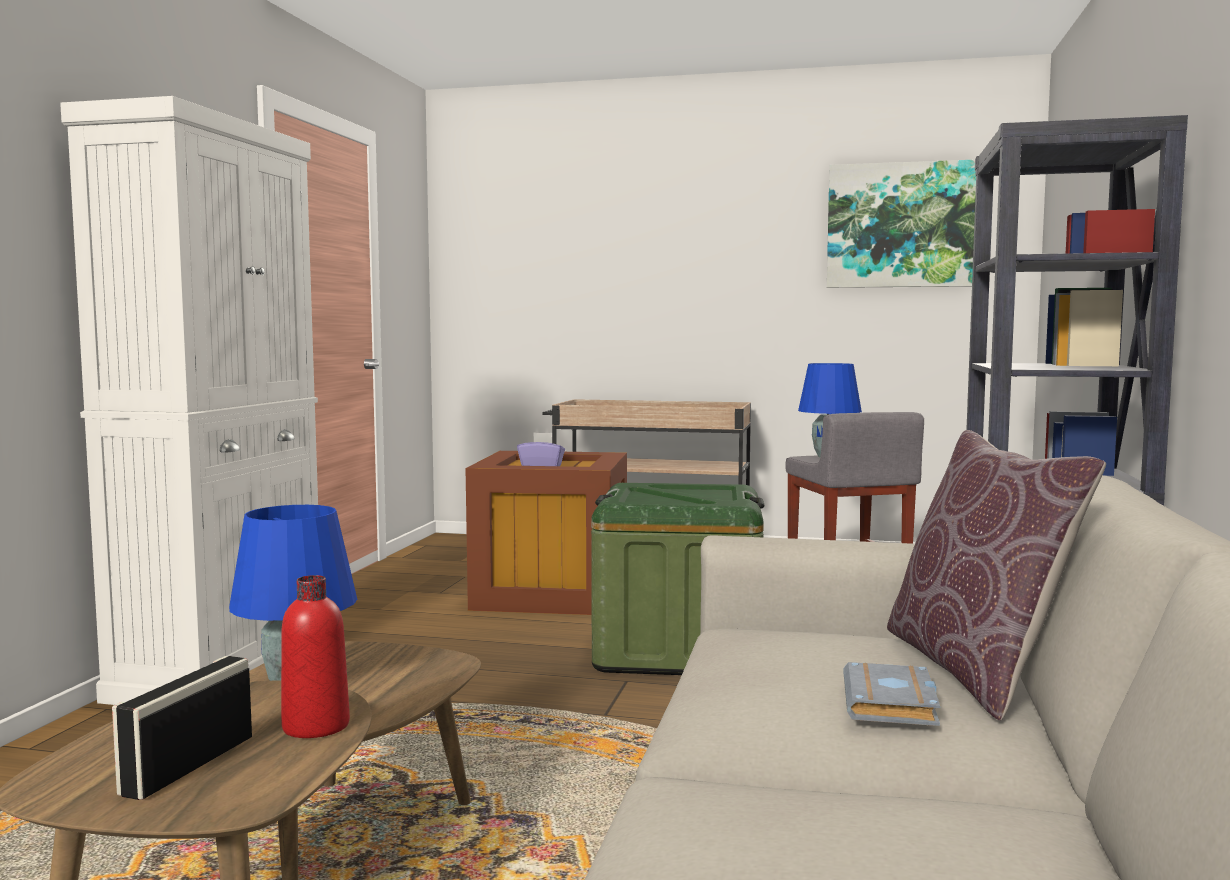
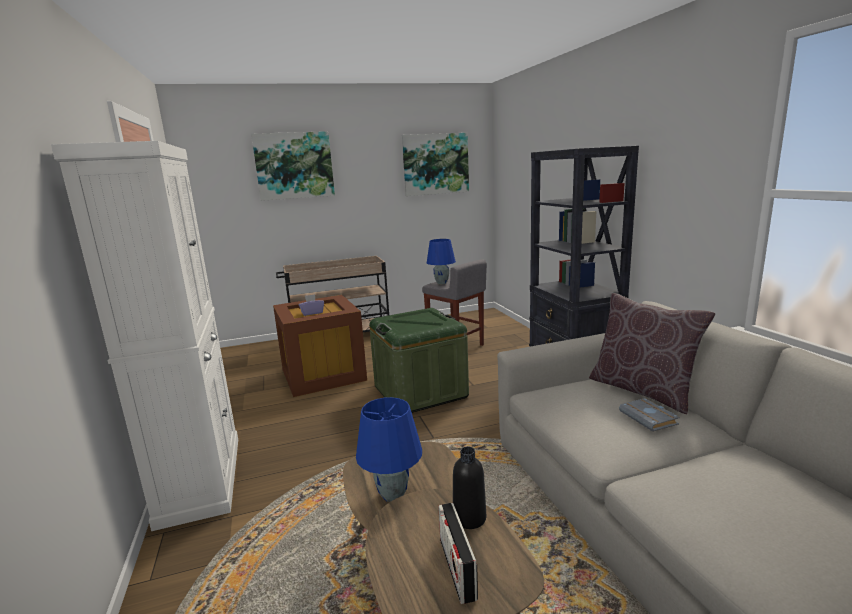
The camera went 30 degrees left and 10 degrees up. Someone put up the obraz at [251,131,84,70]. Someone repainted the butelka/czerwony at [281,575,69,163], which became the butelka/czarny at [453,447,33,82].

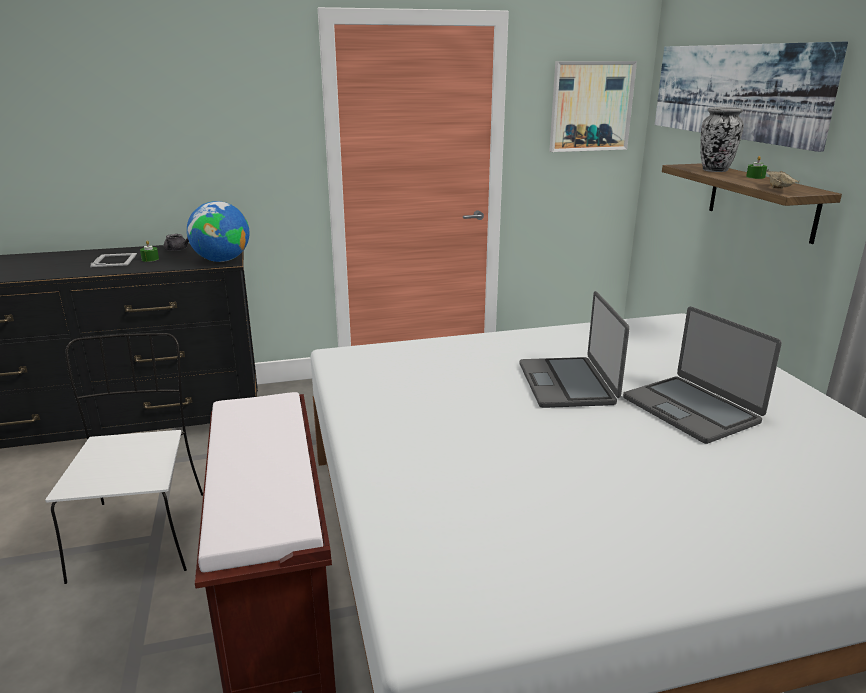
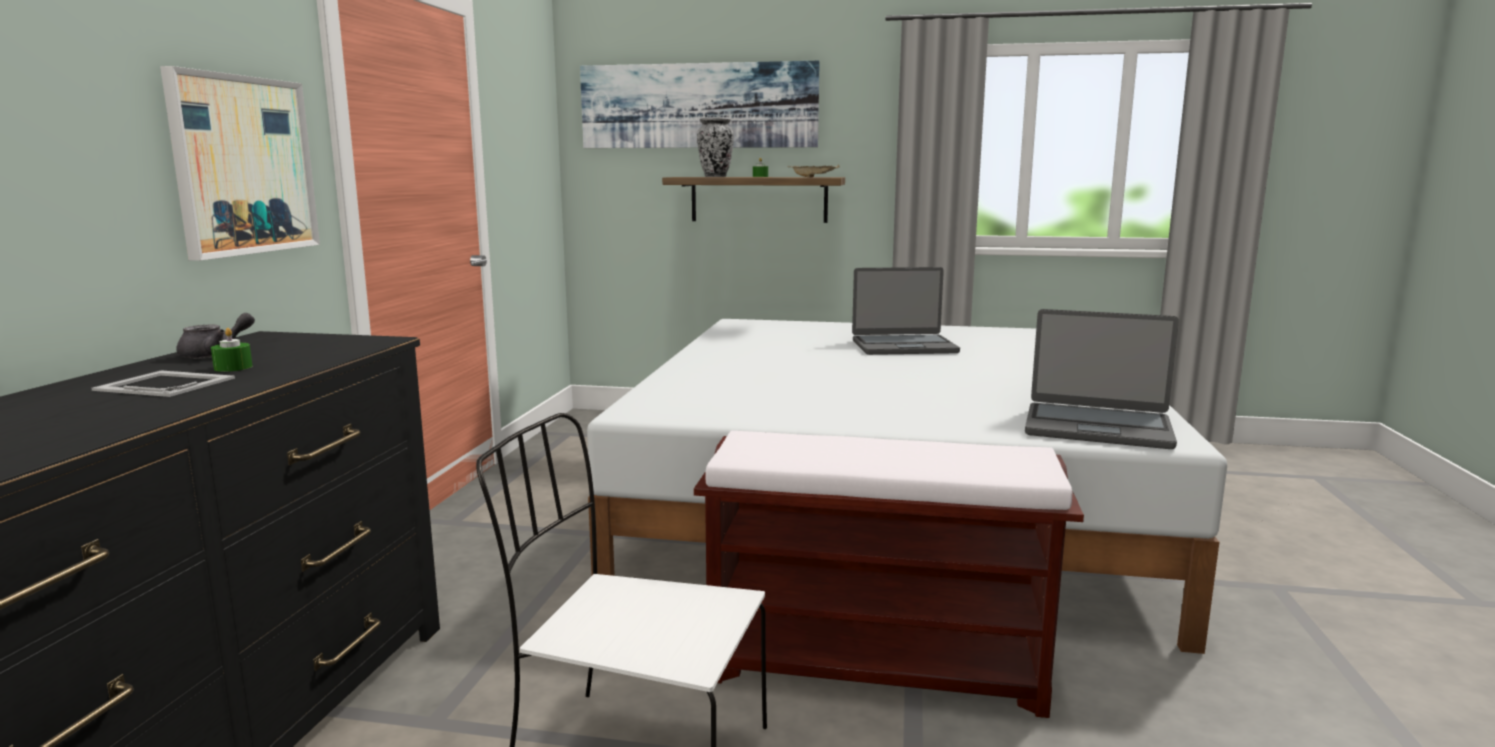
The camera went 65 degrees left and 10 degrees down. Someone took away the globus at [187,201,62,61]. Someone carried the laptop from [519,291,111,117] to [1025,309,154,140]. Someone carried the obraz from [549,61,88,91] to [160,66,160,195].

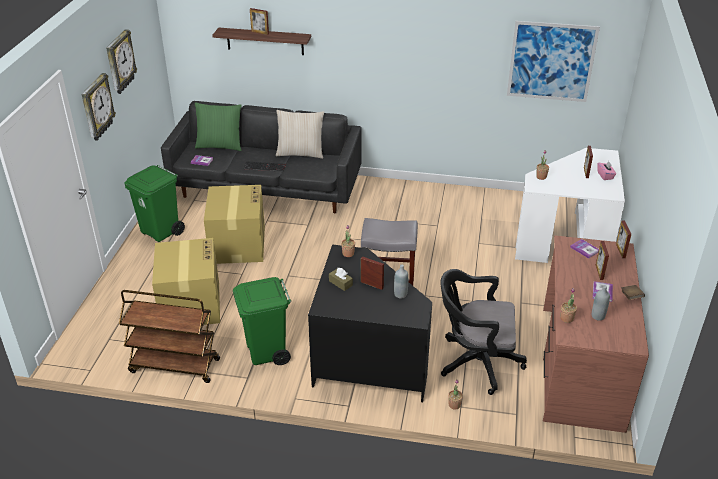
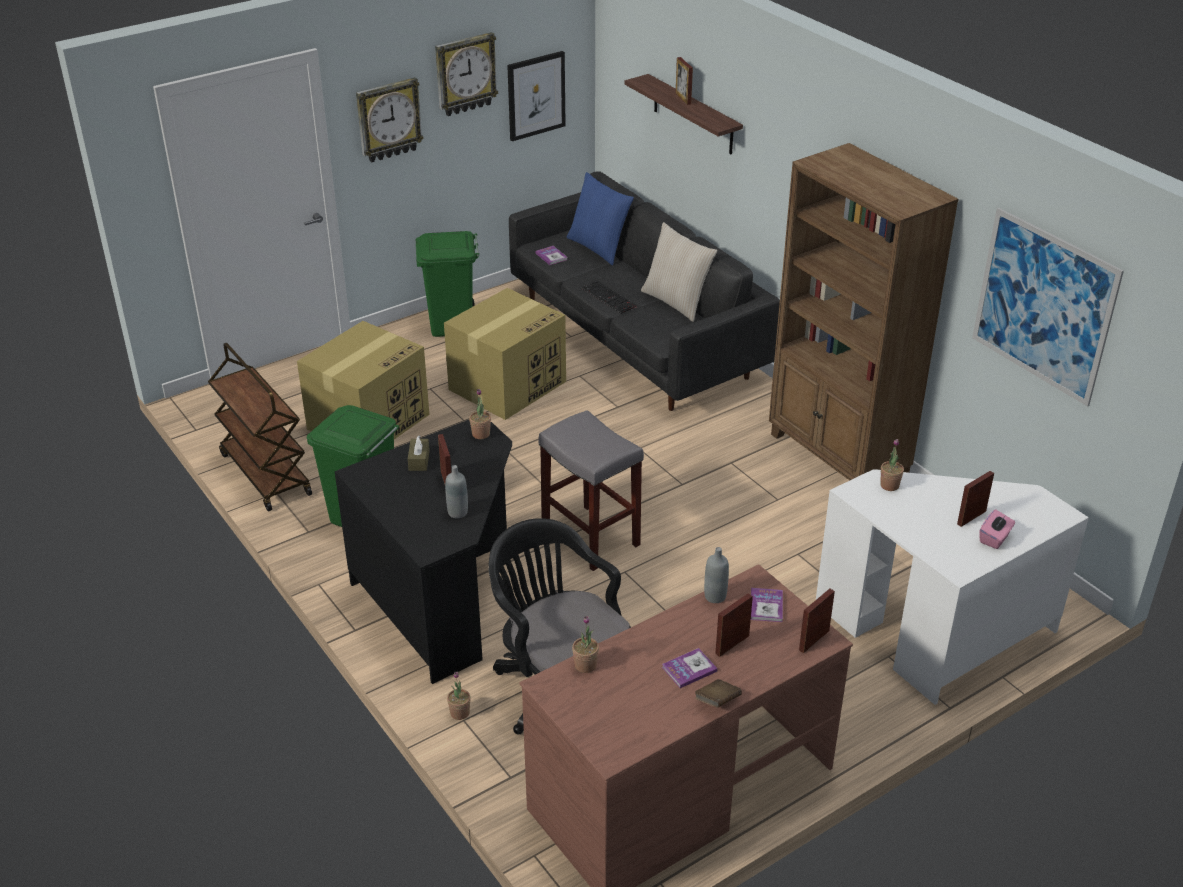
The camera went 45 degrees right and 0 degrees up. Someone put up the obraz at [507,51,59,90]. Someone put down the regał/brązowy at [769,143,190,338]. Someone carried the butelka/szary from [592,285,18,36] to [704,547,25,56]. Someone repainted the poduszka/zielony at [195,103,47,48], which became the poduszka/niebieski at [567,172,67,93].

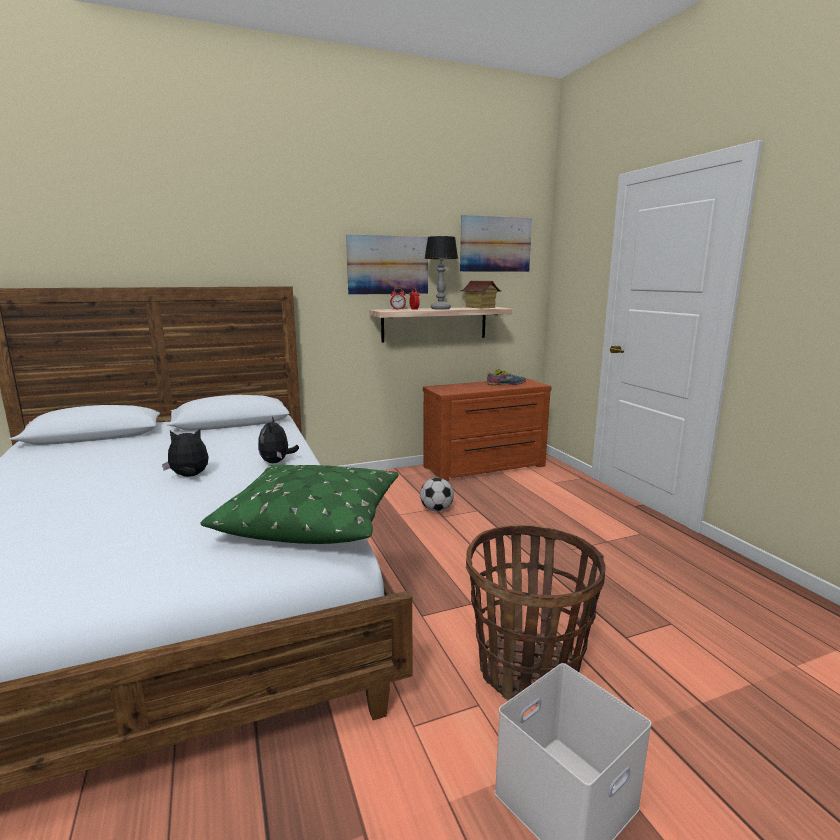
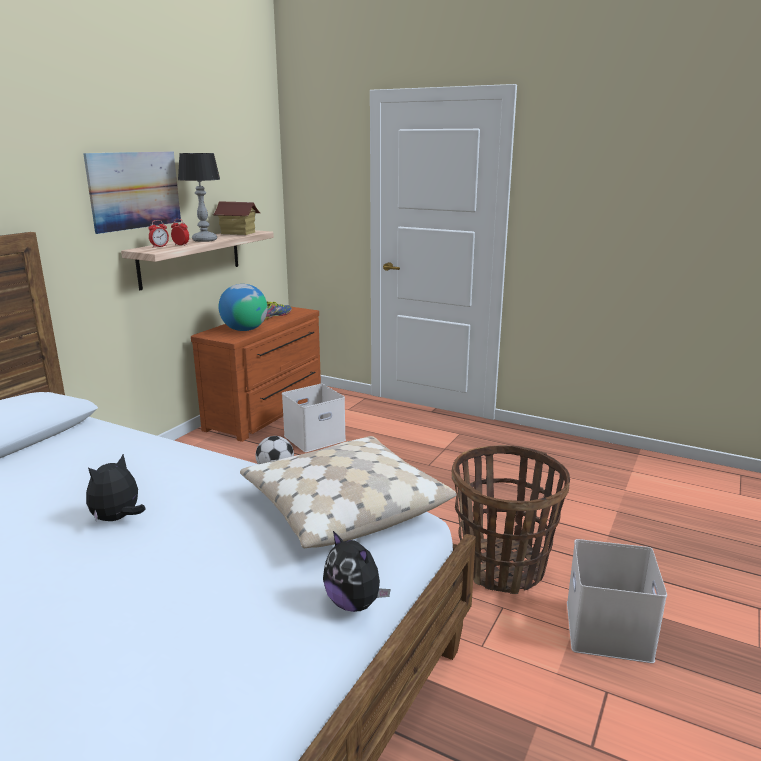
The camera went 40 degrees left and 5 degrees up. Someone took away the obraz at [460,215,72,57]. Someone put down the globus at [218,284,49,47]. Someone put down the pojemnik do przechowywania/biały at [282,384,64,68]. Someone carried the pluszak from [258,416,41,47] to [323,531,68,81]. Someone repainted the poduszka/zielony at [200,465,199,79], which became the poduszka/beżowy at [240,436,217,112].

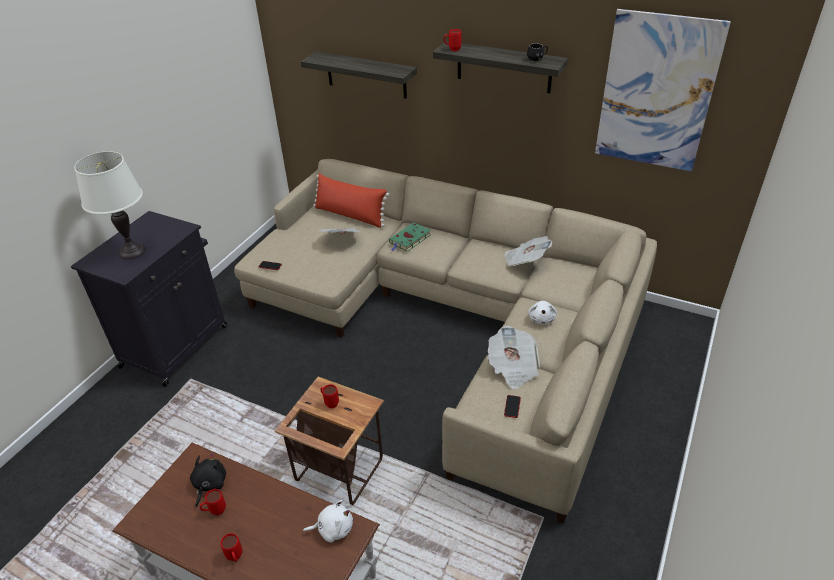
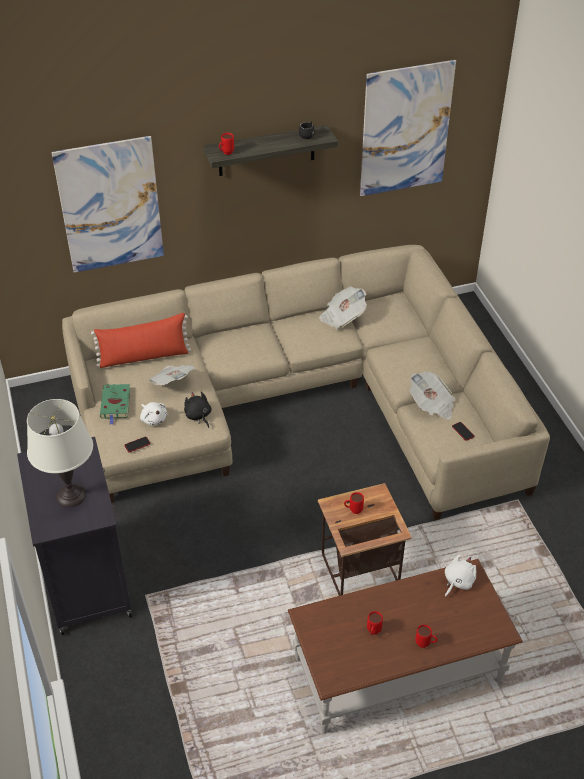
The camera went 45 degrees left and 5 degrees up. Someone carried the pluszak/czarny from [190,453,36,54] to [184,392,28,36]. Someone carried the książka/zielony from [389,223,42,29] to [100,384,30,41]. Someone carried the pluszak/biały from [528,301,29,23] to [140,402,27,24]. Someone swapped the półka at [301,52,116,47] for the obraz at [51,136,113,137].

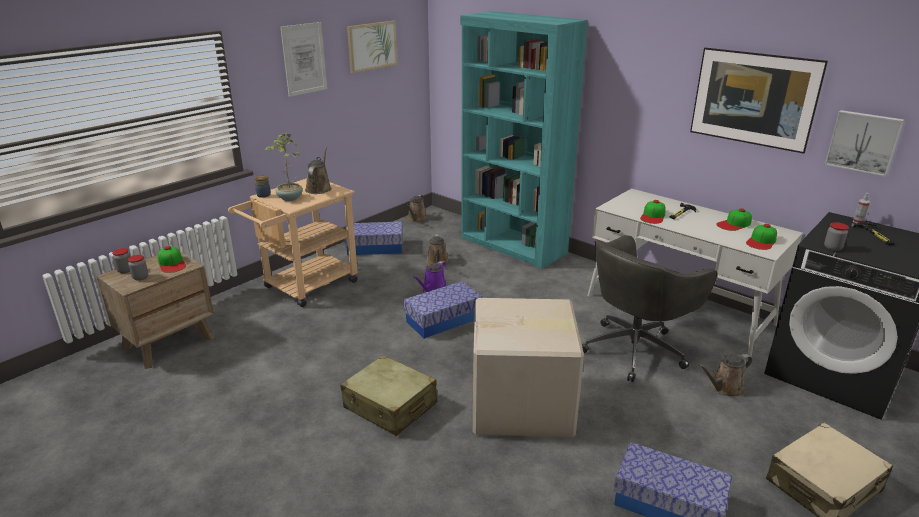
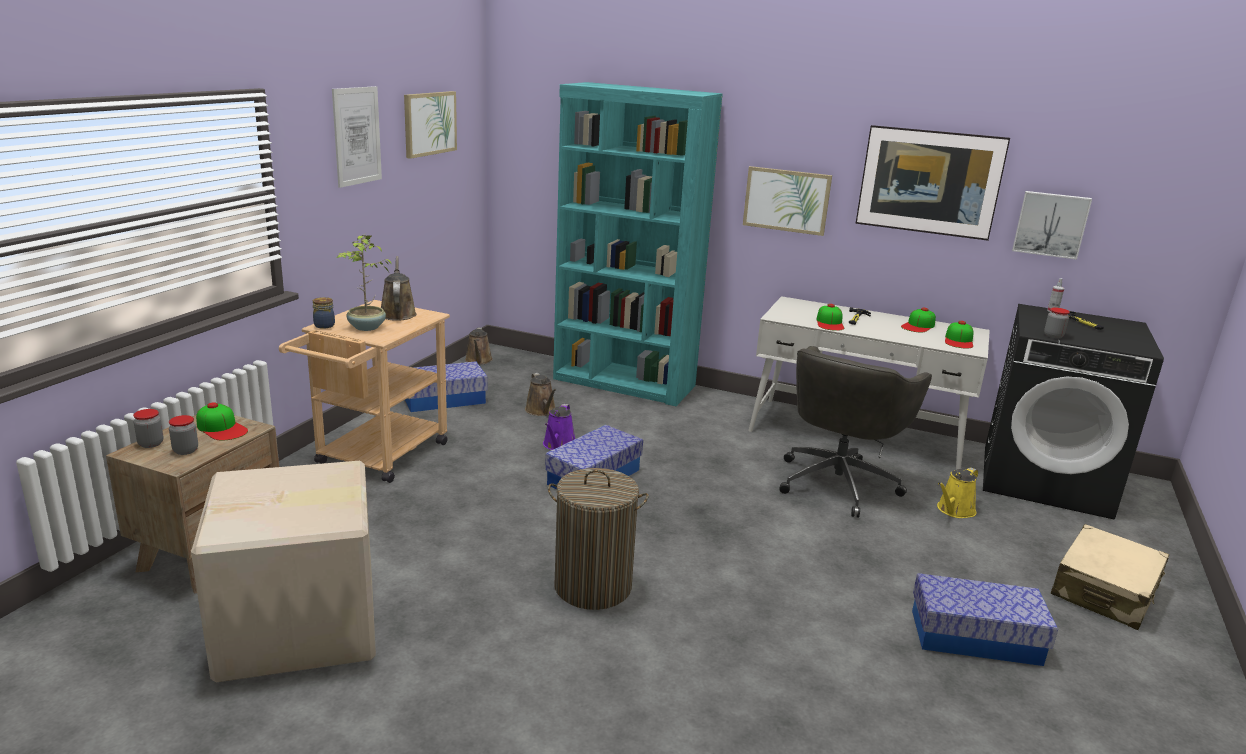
The camera went 20 degrees left and 5 degrees down. Someone put up the obraz at [743,166,89,70]. Someone carried the karton from [473,298,111,139] to [191,461,185,221]. Someone swapped the walizka/beżowy at [340,355,97,81] for the kosz na pranie at [548,468,101,142]. Someone repainted the konewka/brązowy at [698,354,54,43], which became the konewka/żółty at [937,467,41,51].

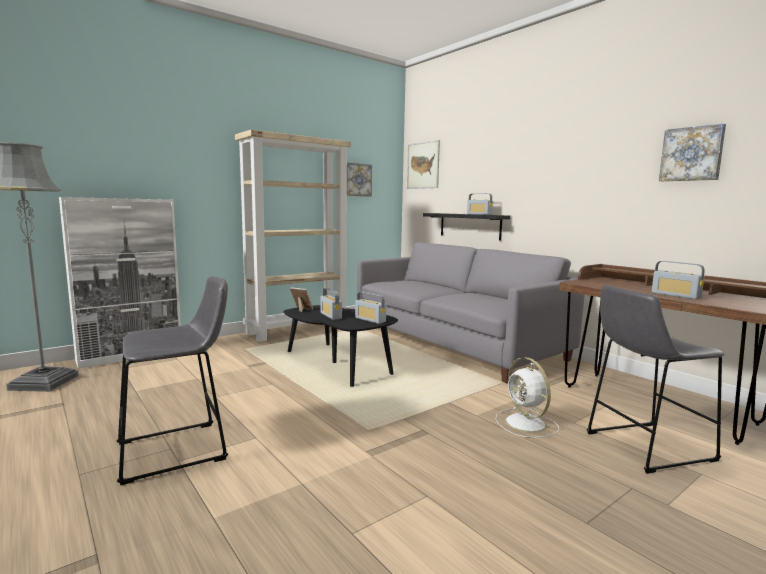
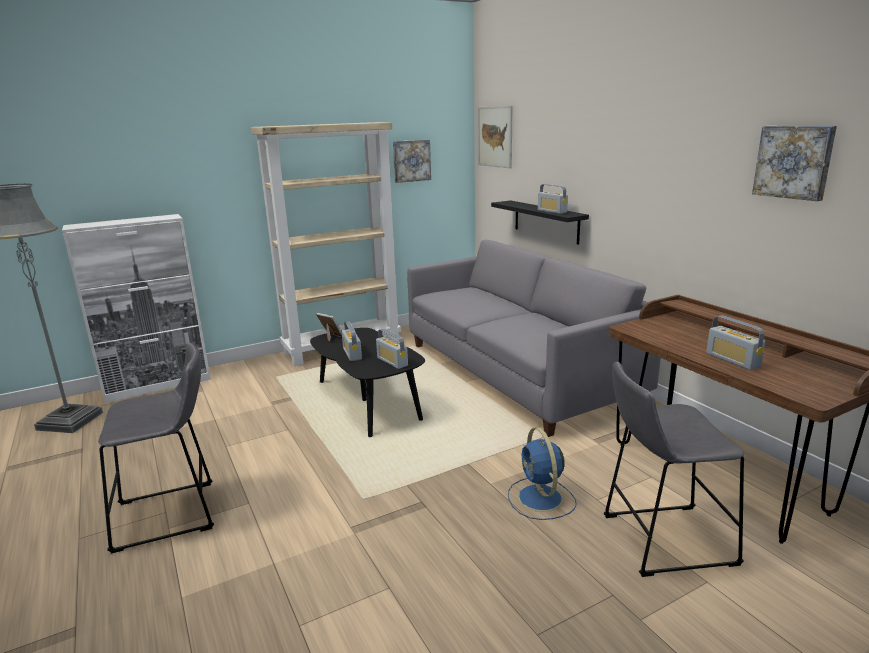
The camera went 10 degrees right and 10 degrees up. Someone repainted the wentylator/biały at [495,357,64,81], which became the wentylator/niebieski at [508,427,69,93].

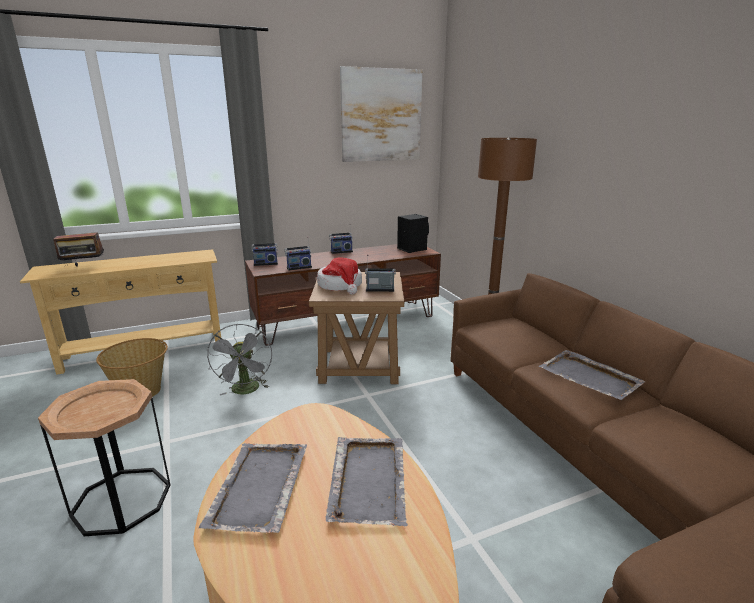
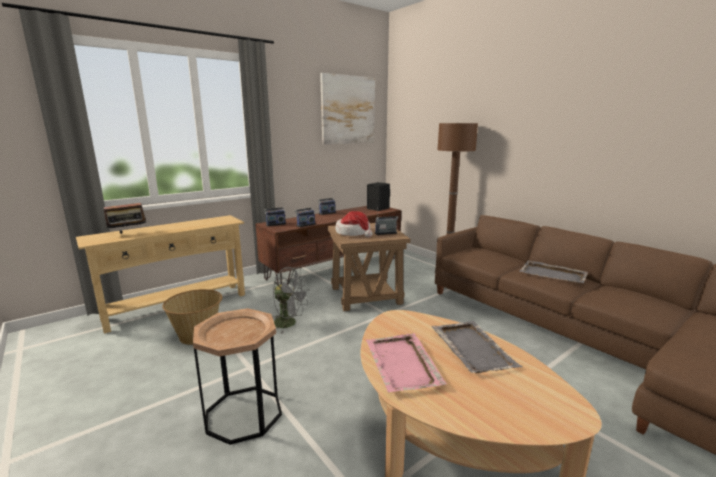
The camera went 15 degrees left and 5 degrees down. Someone repainted the taca/szary at [199,443,108,90], which became the taca/różowy at [366,333,81,59]. Someone rotated the wentylator/szary at [207,324,65,72] by 45 degrees counterclockwise.

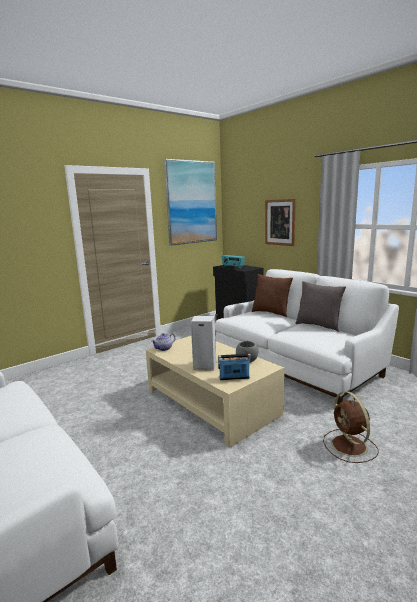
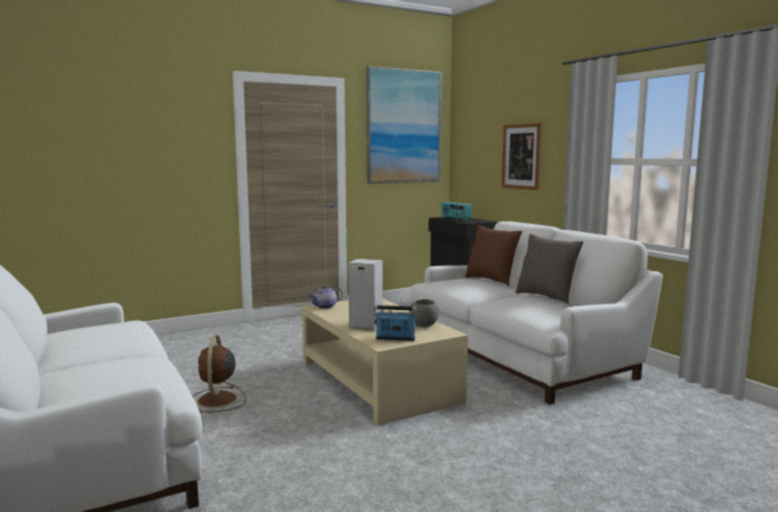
The camera went 10 degrees right and 5 degrees down. Someone carried the wentylator/brązowy from [323,391,56,72] to [192,335,54,77].

